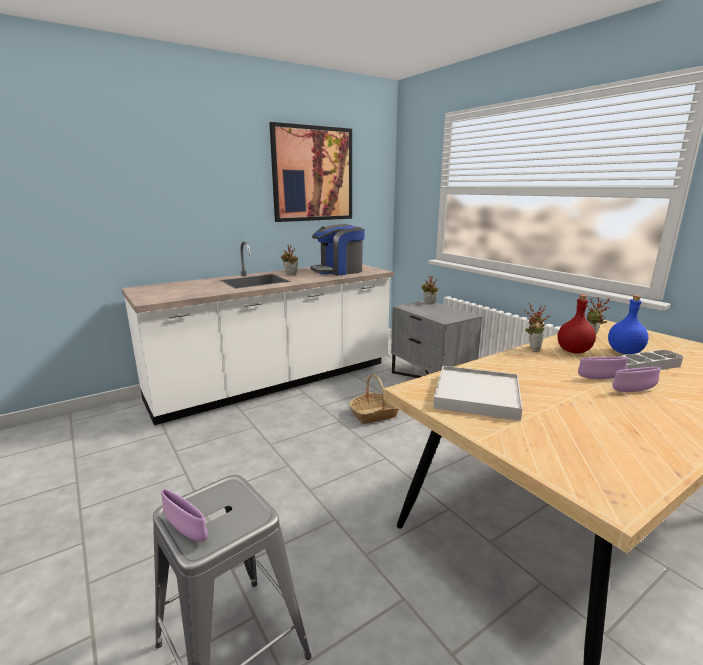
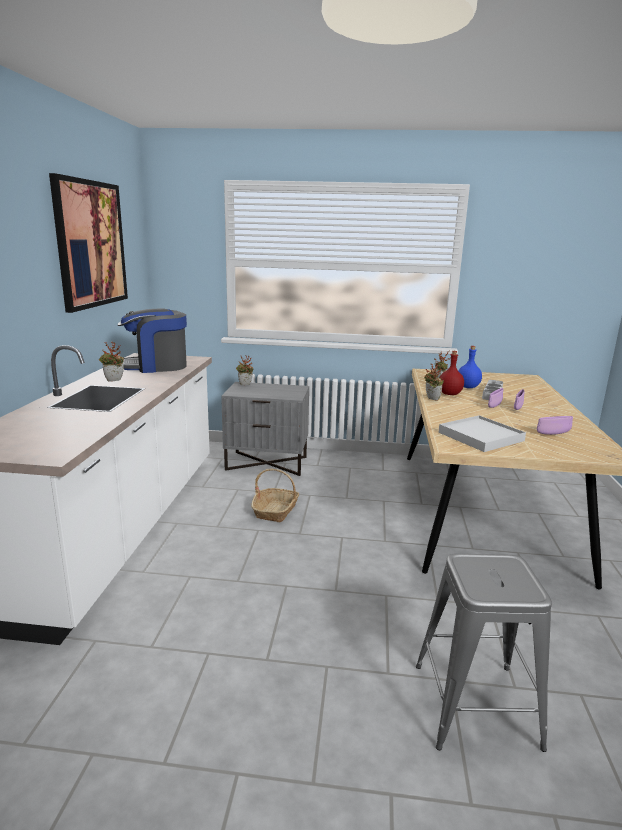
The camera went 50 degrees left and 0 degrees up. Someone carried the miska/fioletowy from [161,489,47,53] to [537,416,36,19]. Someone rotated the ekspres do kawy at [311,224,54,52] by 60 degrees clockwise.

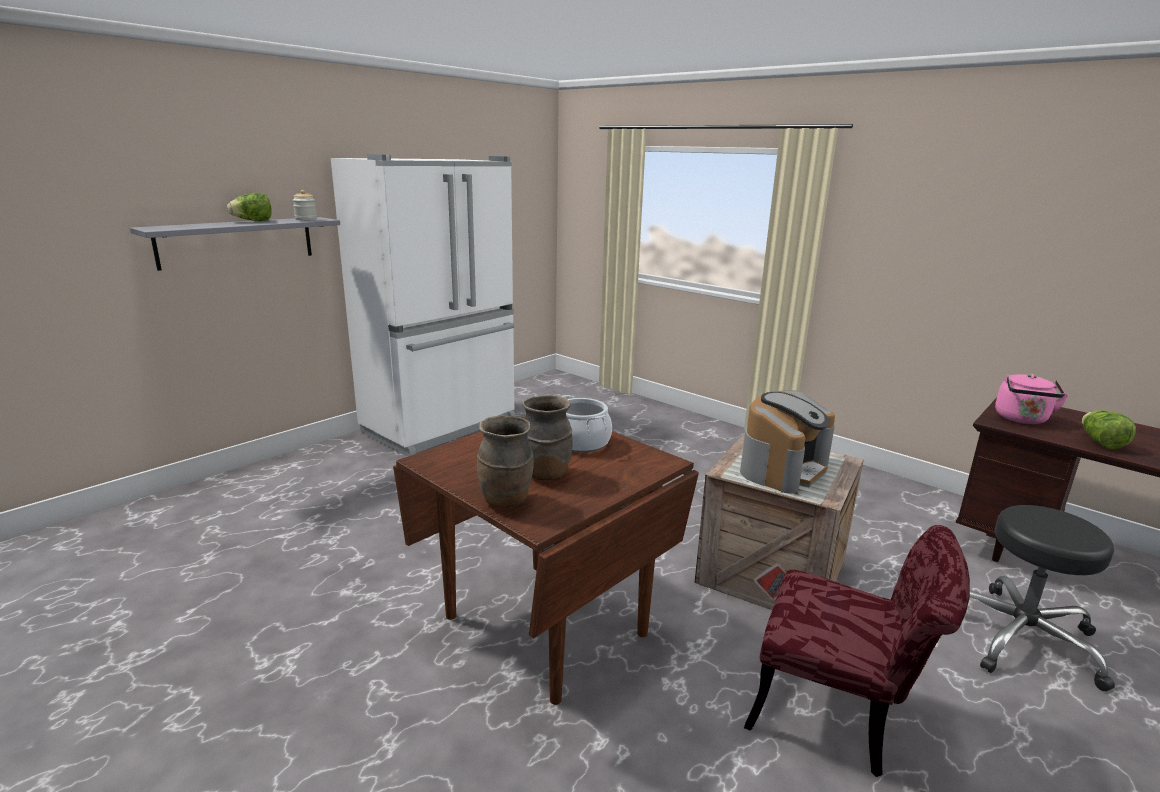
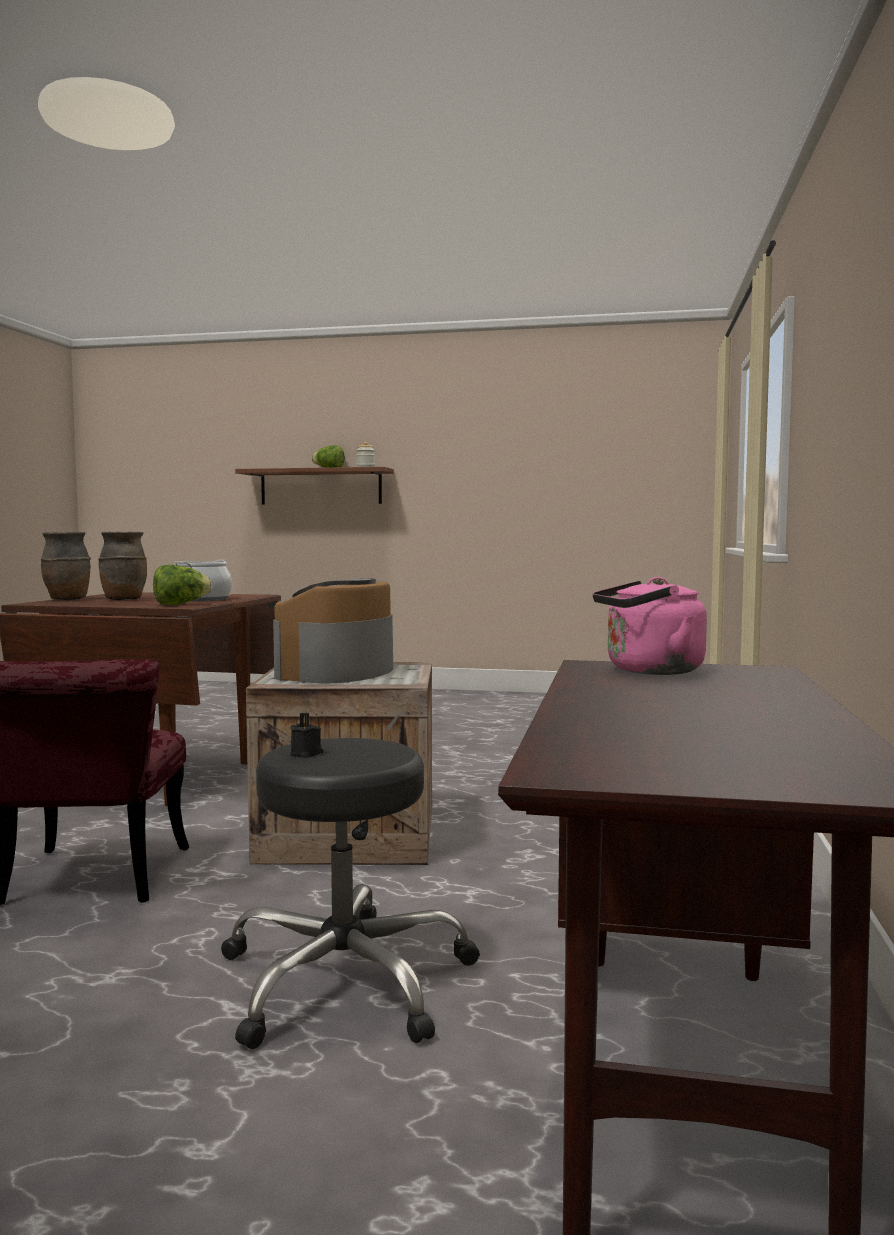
The camera went 60 degrees right and 15 degrees down. Someone took away the lodówka/biały at [331,154,185,303]. Someone put down the świeca/czarny at [290,713,33,45]. Someone carried the sałata from [1082,410,54,39] to [153,565,59,40]. Someone repainted the półka/szary at [130,217,210,54], which became the półka/brązowy at [235,467,159,37]. Someone rotated the ekspres do kawy at [740,390,95,104] by 105 degrees clockwise.

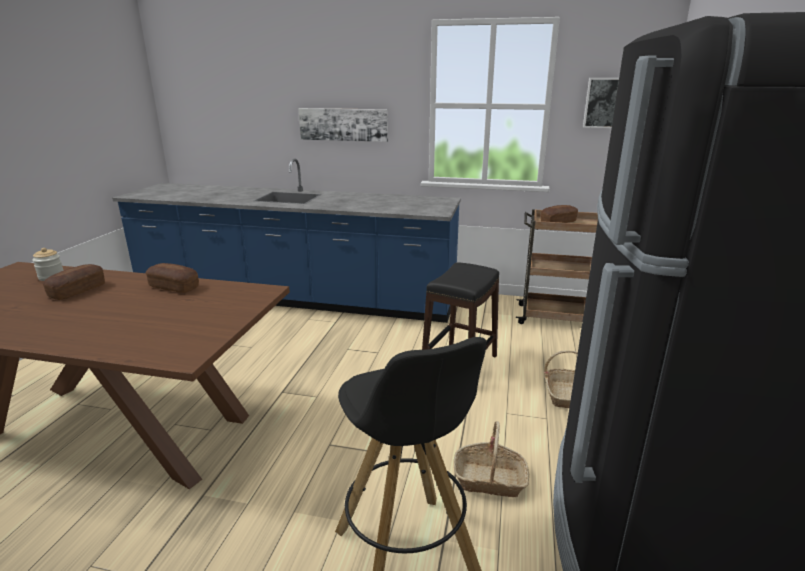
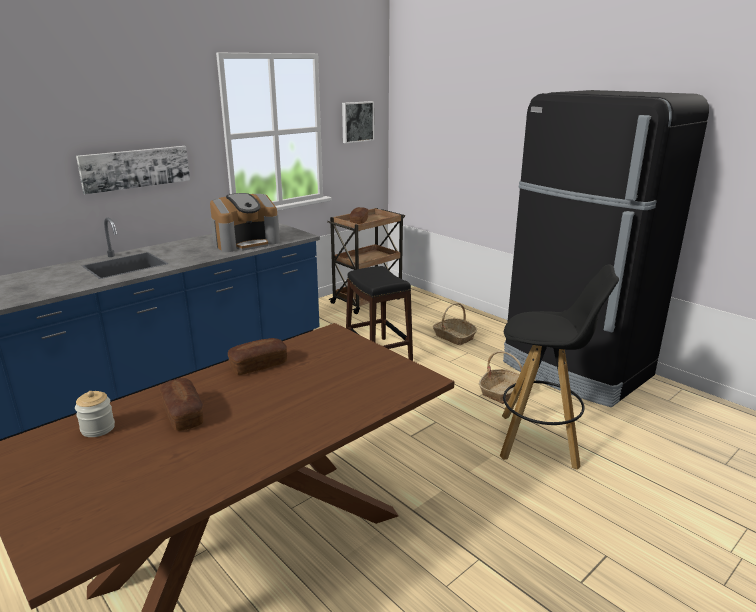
The camera went 55 degrees left and 0 degrees up. Someone put down the ekspres do kawy at [210,193,70,59].

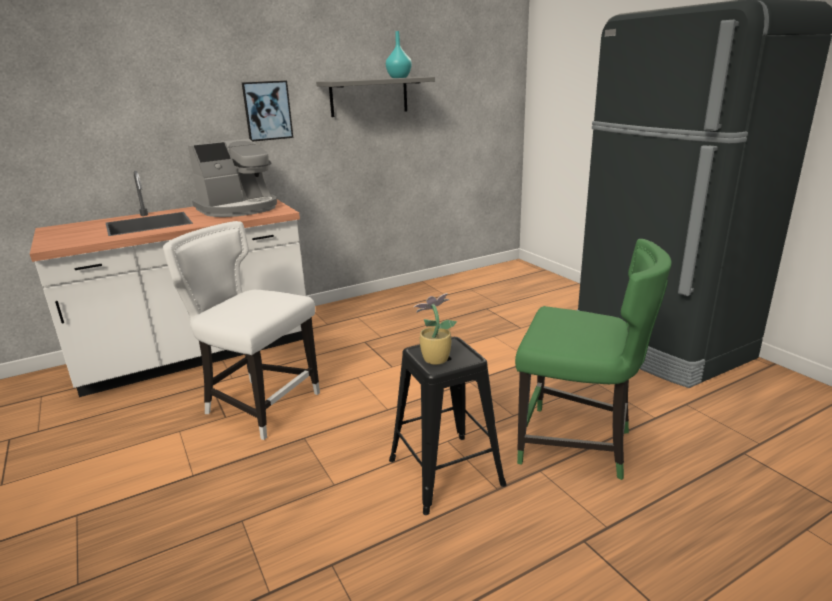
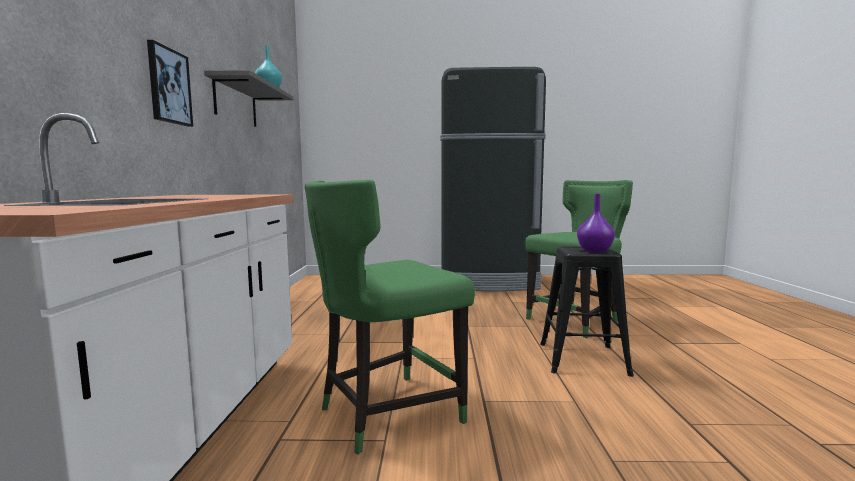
The camera went 60 degrees left and 15 degrees down. Someone took away the ekspres do kawy at [188,139,89,78]. Someone swapped the roślina doniczkowa at [414,293,43,72] for the wazon/fioletowy at [577,194,38,59]. Someone repainted the krzesło/biały at [163,221,157,219], which became the krzesło/zielony at [305,180,170,275].

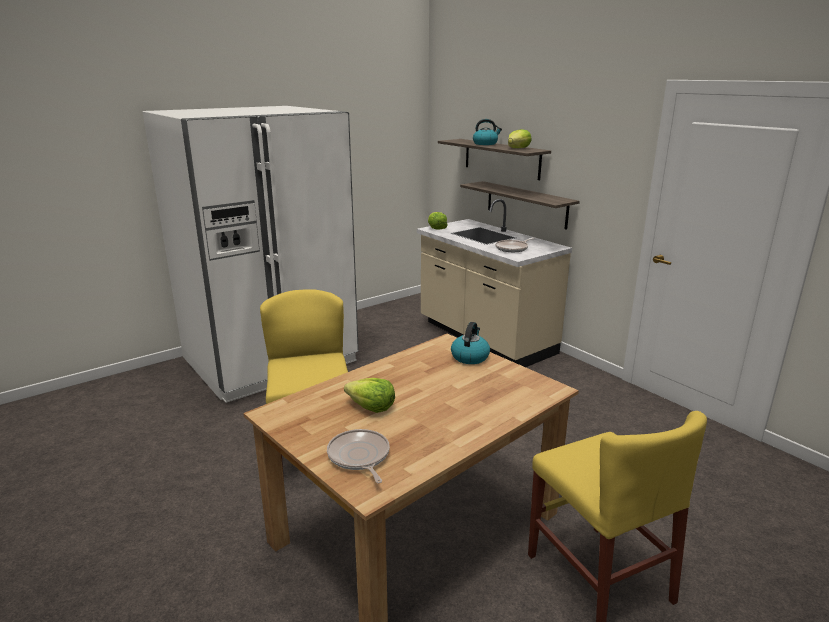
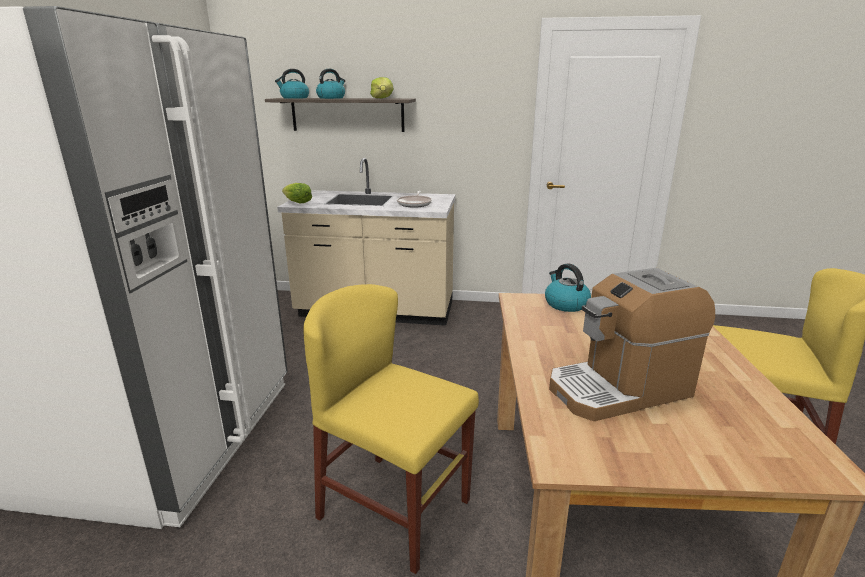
The camera went 45 degrees left and 0 degrees up. Someone took away the patelnia at [327,429,63,54]. Someone took away the półka at [460,181,120,49]. Someone put down the czajnik at [275,69,34,30]. Someone swapped the sałata at [344,378,51,35] for the ekspres do kawy at [549,268,166,153].

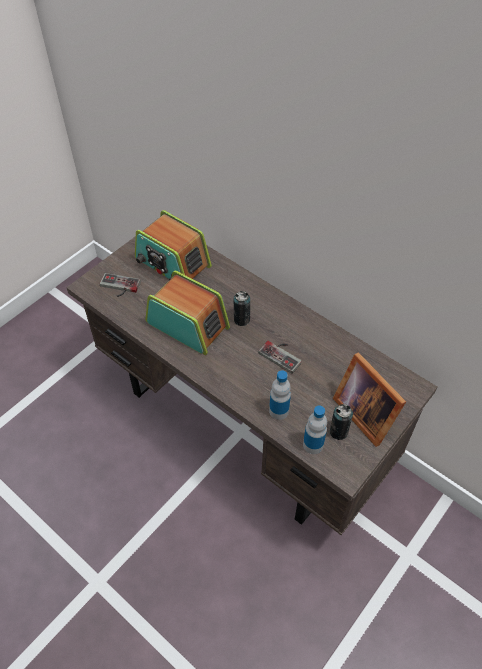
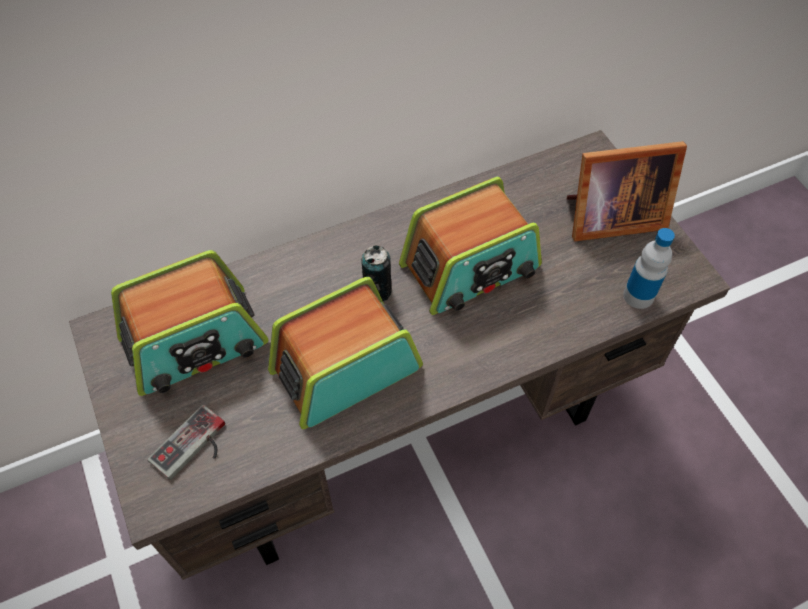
The camera went 65 degrees left and 5 degrees up. Someone took away the butelka at [269,370,22,50]. Someone took away the puszka at [330,404,23,36]. Someone swapped the pad do gier at [258,341,44,33] for the radio at [399,177,143,138].

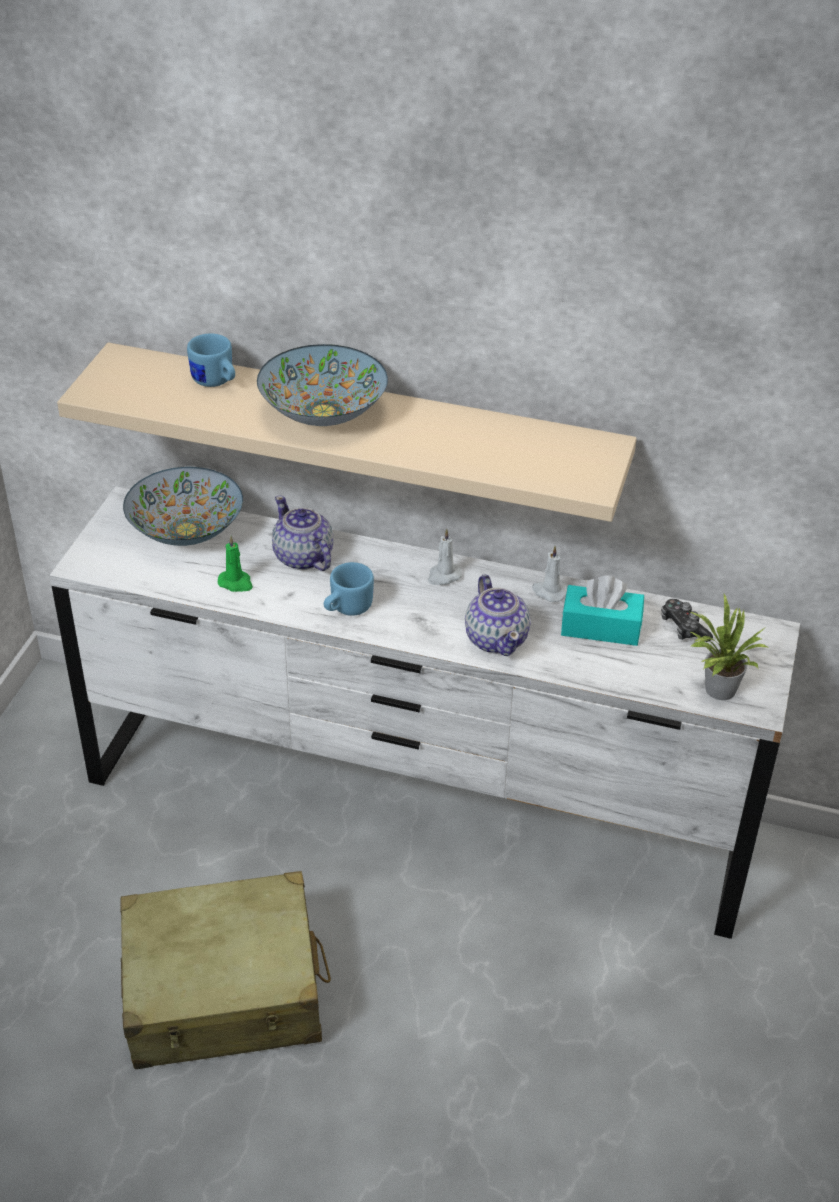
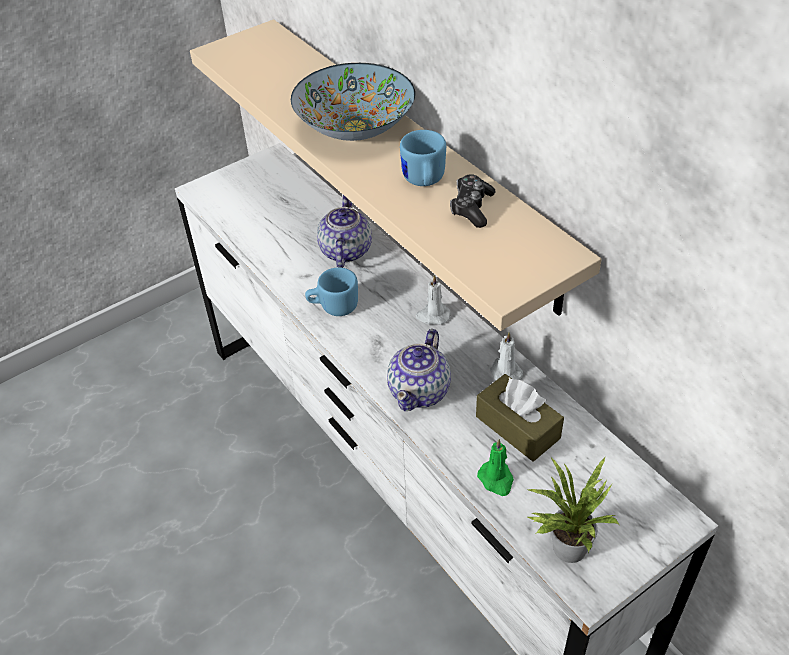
The camera went 40 degrees right and 5 degrees up. Someone took away the walizka/beżowy at [120,871,211,198]. Someone took away the miska at [123,467,120,79]. Someone carried the kubek/niebieski from [187,333,48,54] to [400,130,46,56]. Someone carried the świeca/zielony from [218,536,35,56] to [477,439,37,57]. Someone carried the pad do gier from [661,599,52,43] to [450,174,45,54]. Someone repainted the pudełko chusteczek/turkusowy at [561,576,83,70], which became the pudełko chusteczek/brązowy at [476,374,88,87].

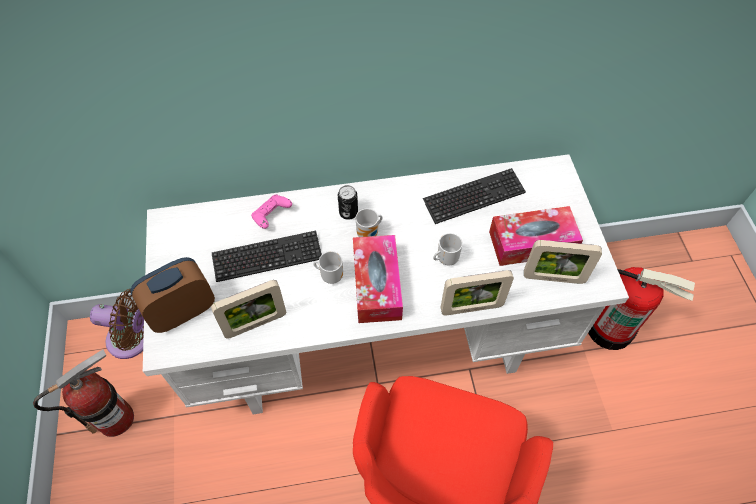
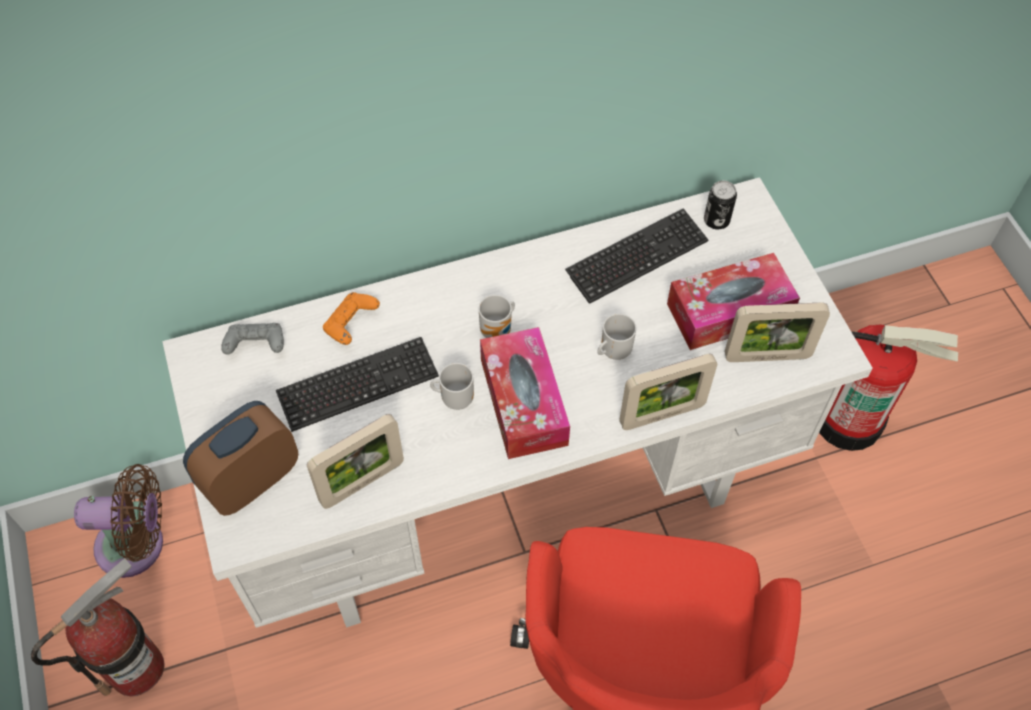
The camera went 10 degrees left and 0 degrees up. Someone put down the pad do gier/szary at [221,323,63,32]. Someone carried the puszka from [338,185,20,35] to [704,180,33,50]. Someone repainted the pad do gier/różowy at [251,194,41,35], which became the pad do gier/pomarańczowy at [323,292,57,53].

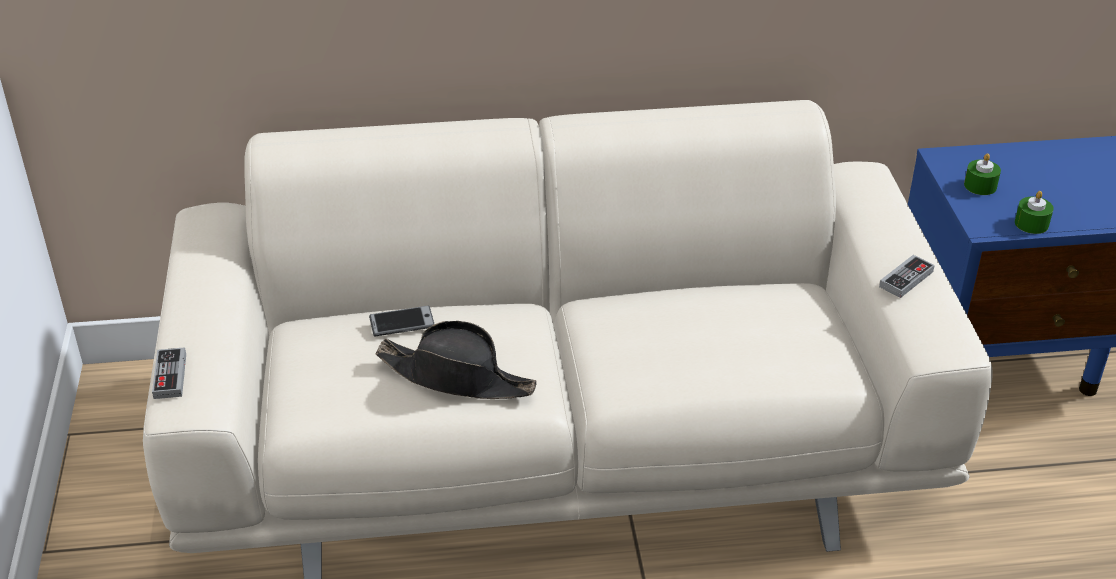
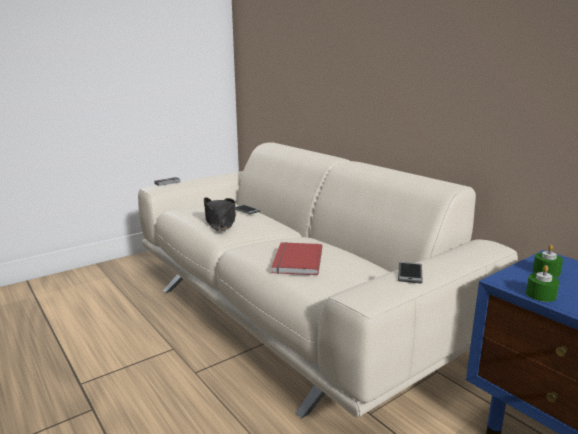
The camera went 60 degrees right and 20 degrees down. Someone put down the książka/czerwony at [272,242,50,33]. Someone swapped the pad do gier at [879,255,56,43] for the telefon at [398,262,25,22].

